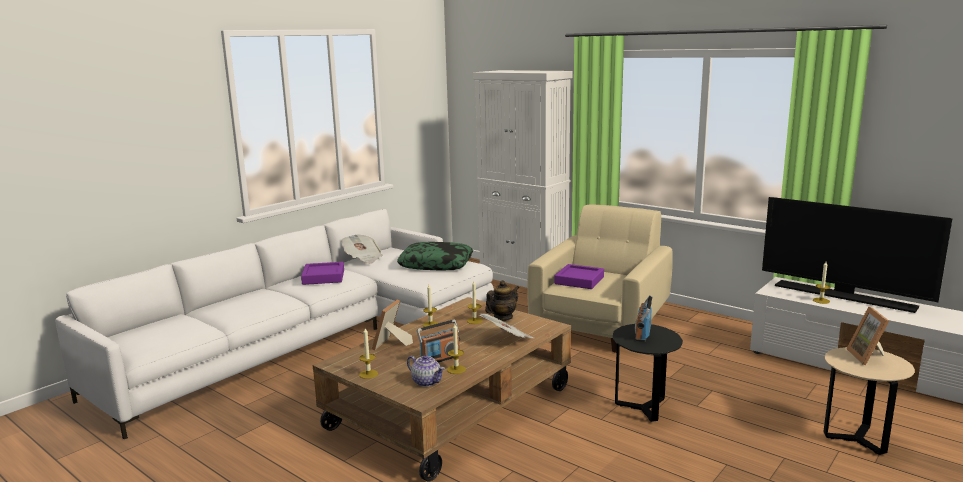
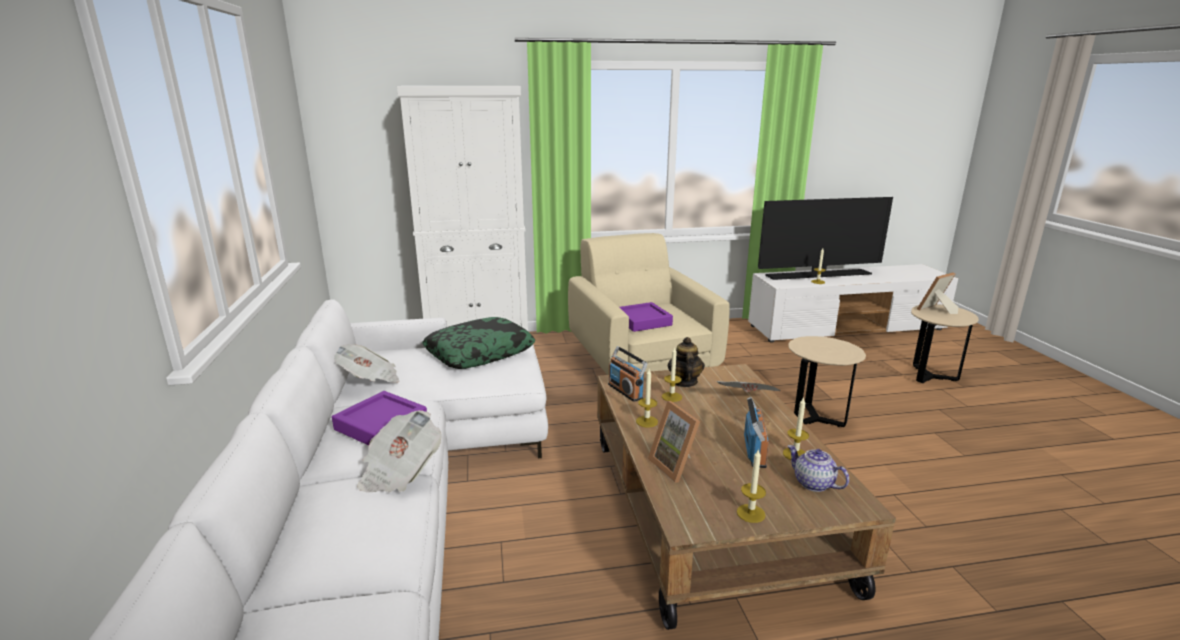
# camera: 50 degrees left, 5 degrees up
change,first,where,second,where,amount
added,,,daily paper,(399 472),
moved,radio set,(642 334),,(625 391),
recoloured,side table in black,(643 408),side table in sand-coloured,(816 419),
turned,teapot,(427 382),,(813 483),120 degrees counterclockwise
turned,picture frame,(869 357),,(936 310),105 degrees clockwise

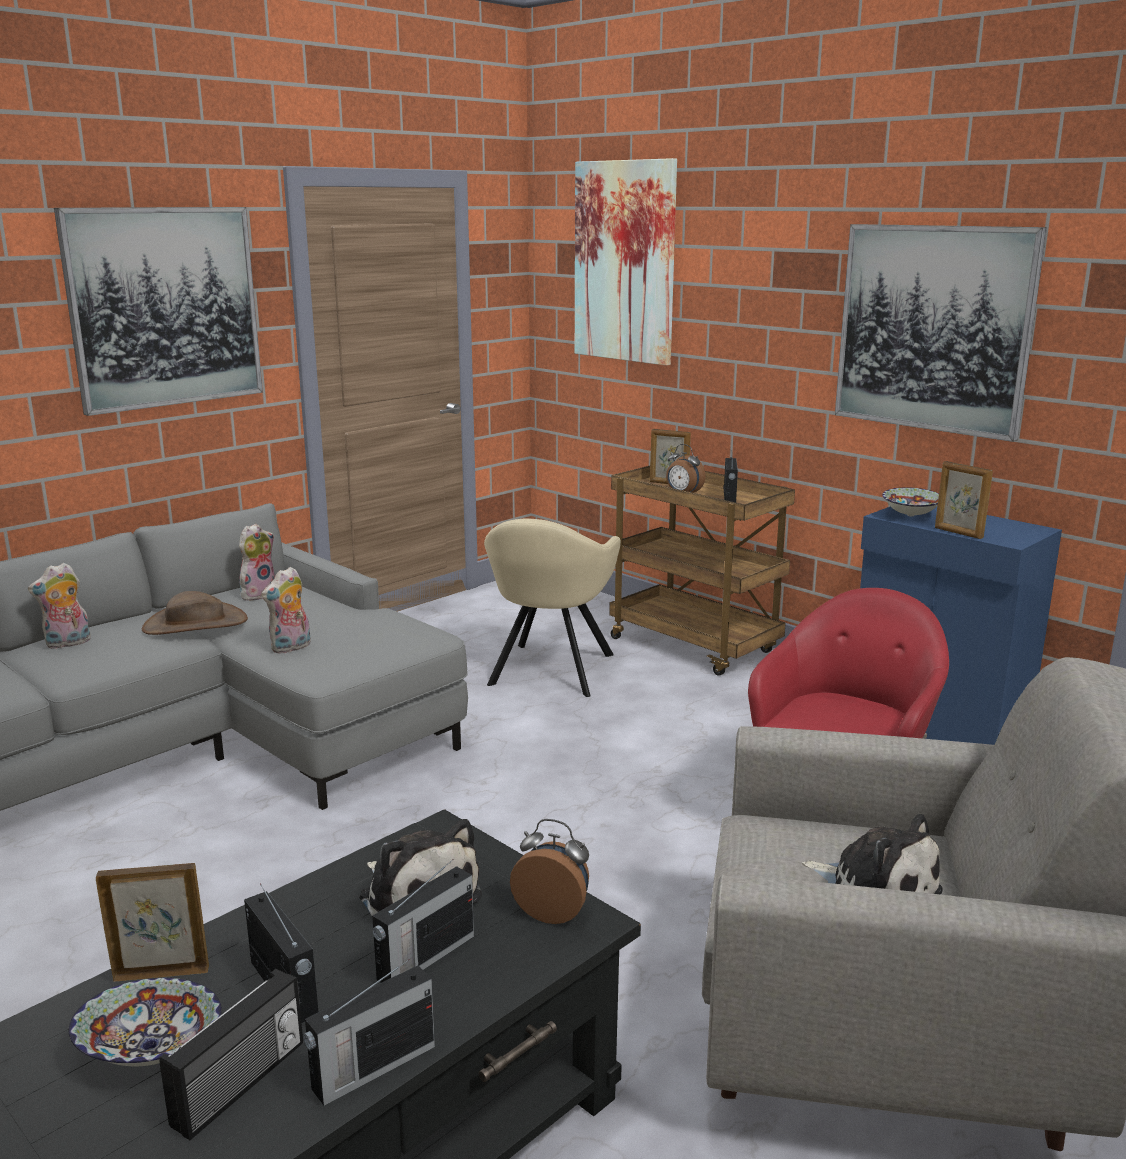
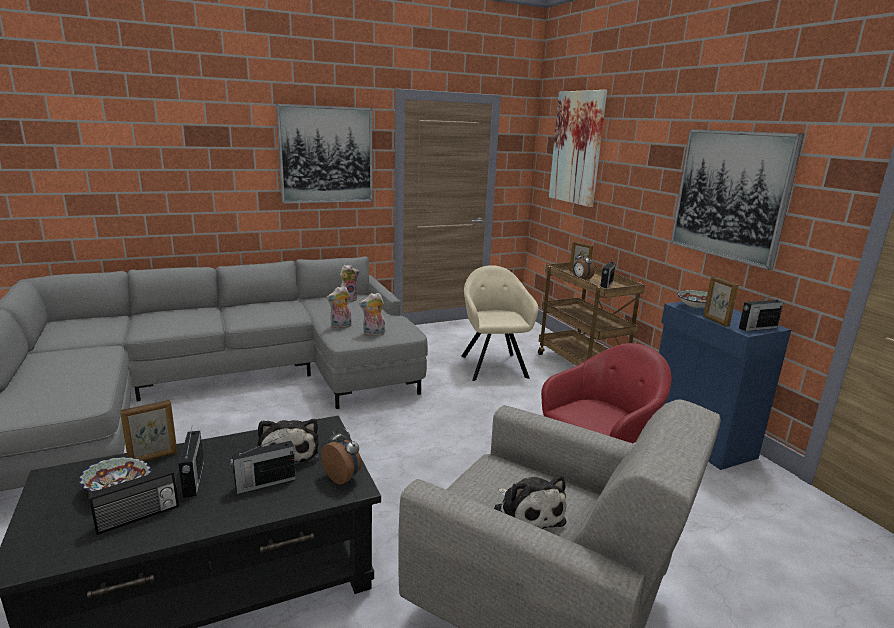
# camera: 20 degrees right, 0 degrees up
change,first,where,second,where,amount
removed,clothing hat in brown-coloured,(195 624),,,
moved,soft toy,(67 644),,(373 334),
moved,radio set,(372 1068),,(757 328),
turned,picture frame,(161 972),,(153 458),135 degrees clockwise
turned,easy chair in sand-coloured,(550 671),,(493 365),135 degrees clockwise

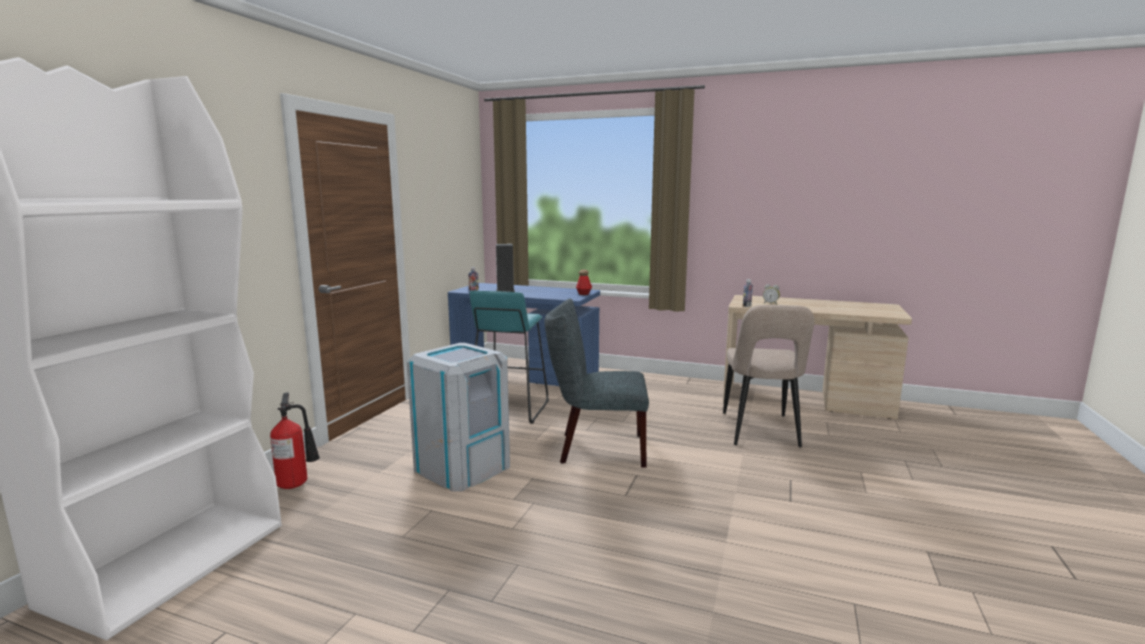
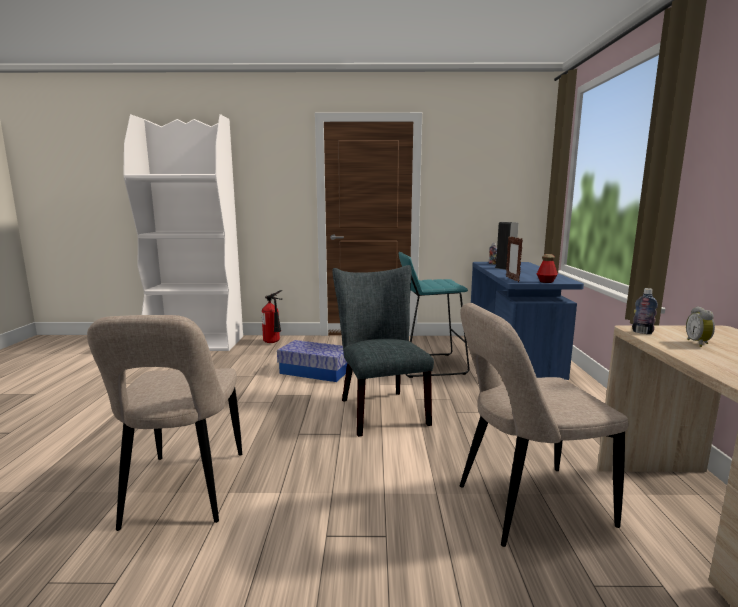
# camera: 70 degrees right, 0 degrees up
change,first,where,second,where,amount
added,,,upright chair in sand-coloured,(183 492),
added,,,picture frame,(512 279),
replaced,rubbish bin in grey,(462 467),storage container,(315 371),

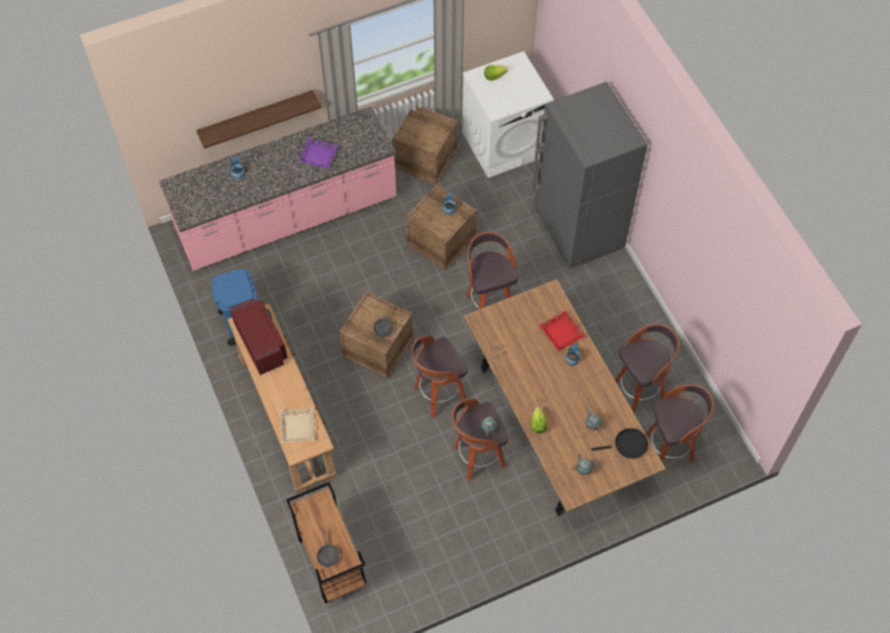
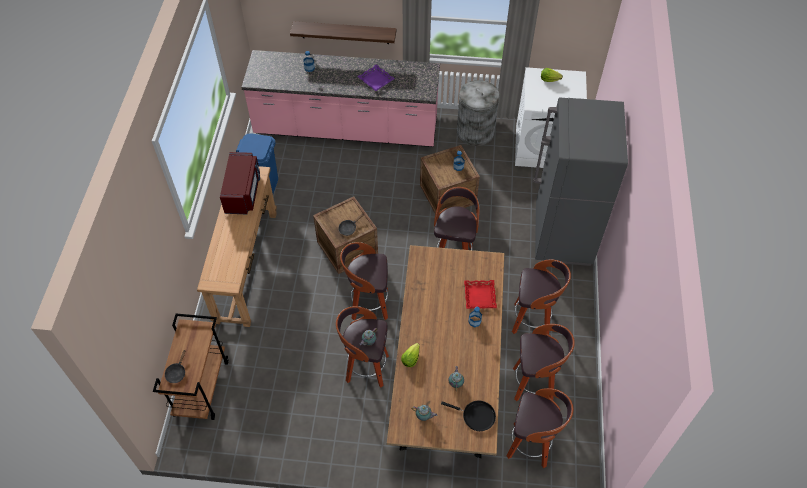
# camera: 30 degrees right, 5 degrees down
change,first,where,second,where,amount
removed,serving tray in sand-coloured,(297 426),,,
added,,,stool,(532 321),
replaced,crate,(425 158),rubbish bin in grey,(475 132),

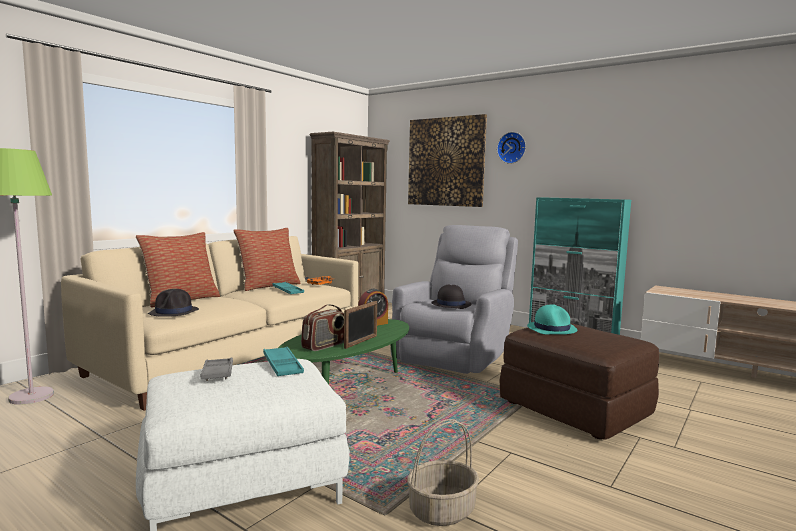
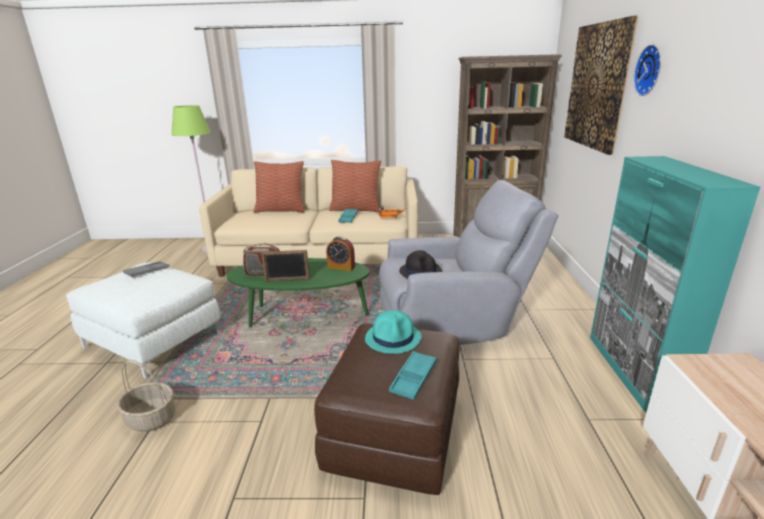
# camera: 55 degrees right, 15 degrees up
change,first,where,second,where,amount
removed,clothing hat in black,(174 312),,,
moved,serving tray in turquoise,(282 366),,(413 378),

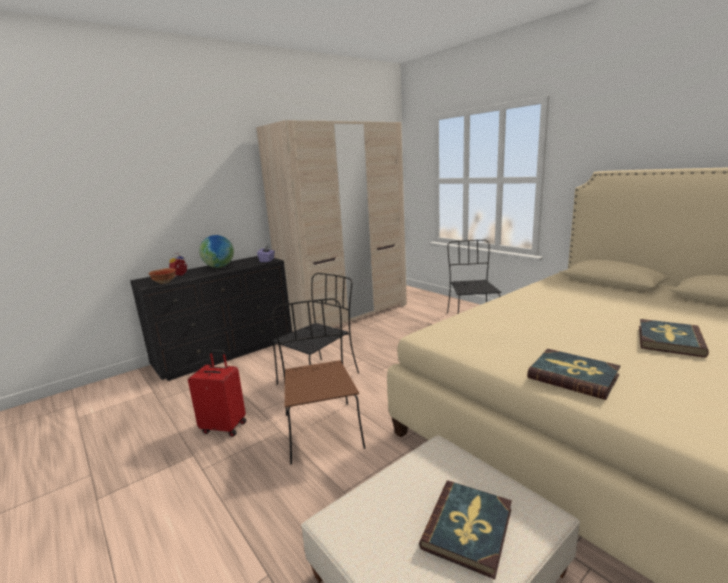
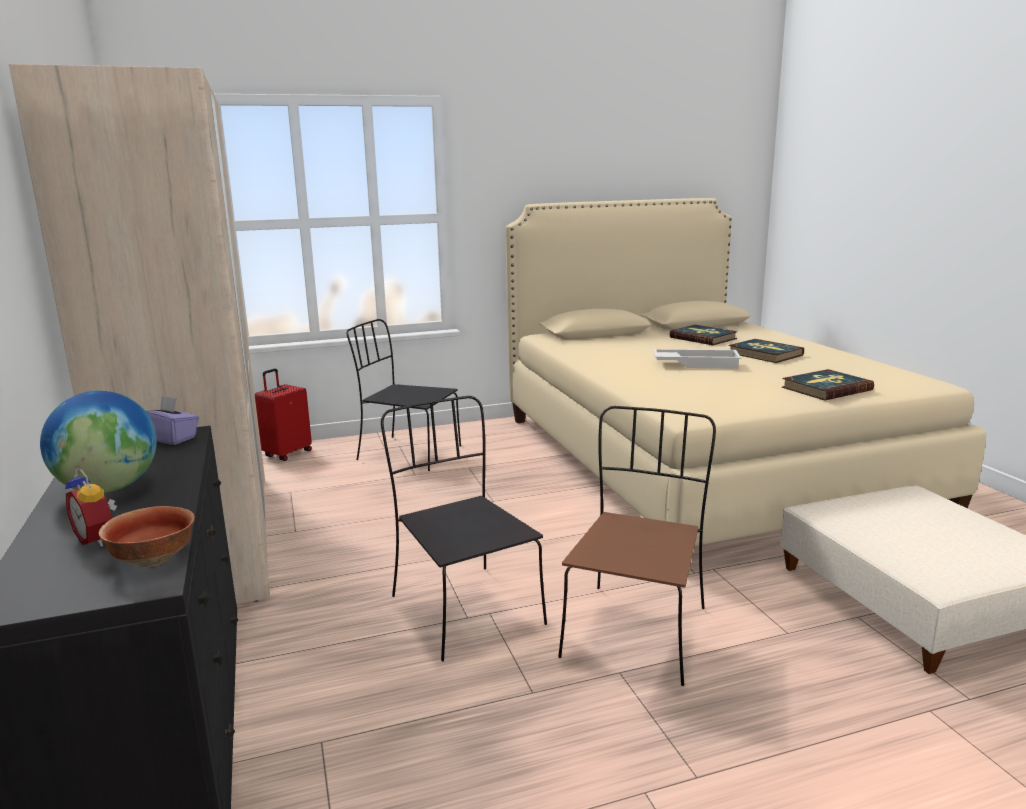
# camera: 70 degrees left, 0 degrees up
change,first,where,second,where,amount
added,,,serving tray in whitish,(696 363),
moved,suitcase in red-coloured,(224 427),,(287 454),
moved,volume,(468 528),,(703 338),
turned,upright chair in brown-coloured,(322 429),,(636 630),105 degrees clockwise

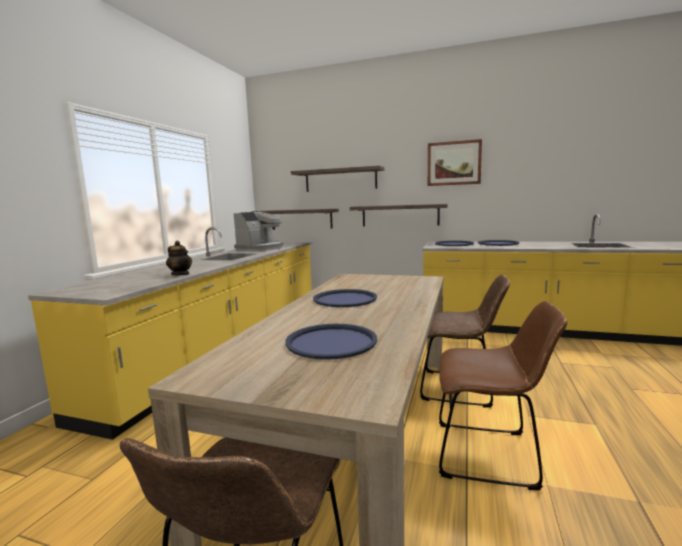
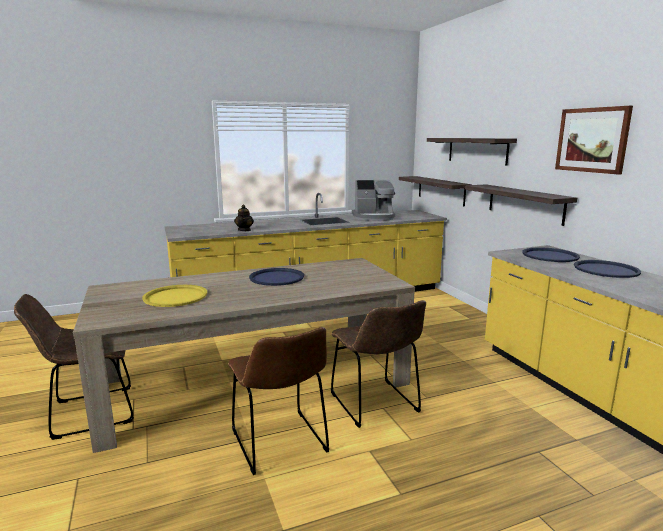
# camera: 50 degrees right, 5 degrees up
change,first,where,second,where,amount
recoloured,serving tray in blue,(331 342),serving tray in yellow,(175 297),

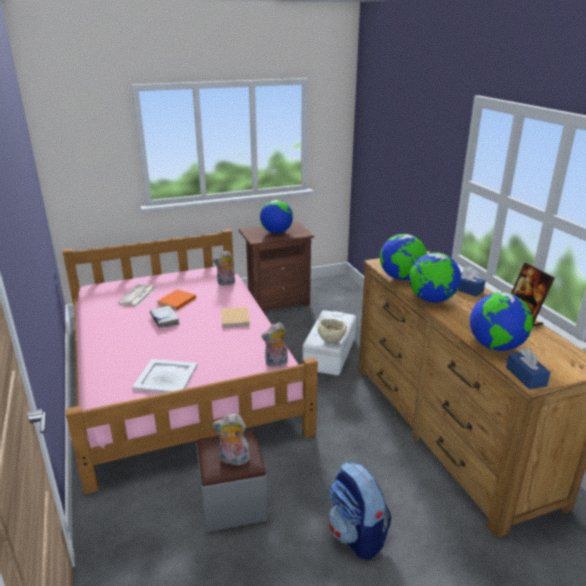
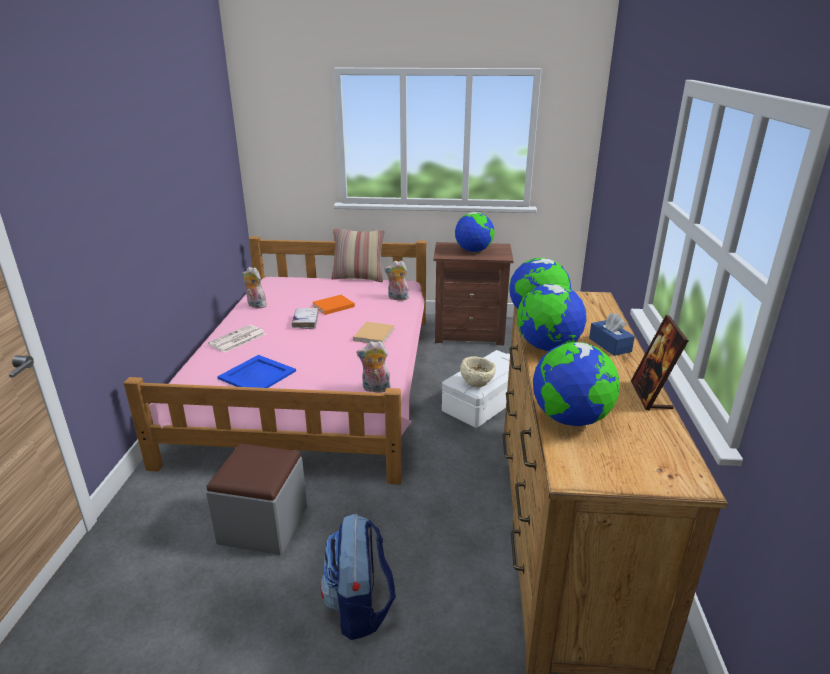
# camera: 25 degrees right, 0 degrees up
change,first,where,second,where,amount
removed,tissue box in blue,(525 376),,,
added,,,pillow,(358 278),
moved,daily paper,(137 296),,(237 339),
moved,soft toy,(233 460),,(255 305),
recoloured,serving tray in whitish,(165 376),serving tray in blue,(257 374),

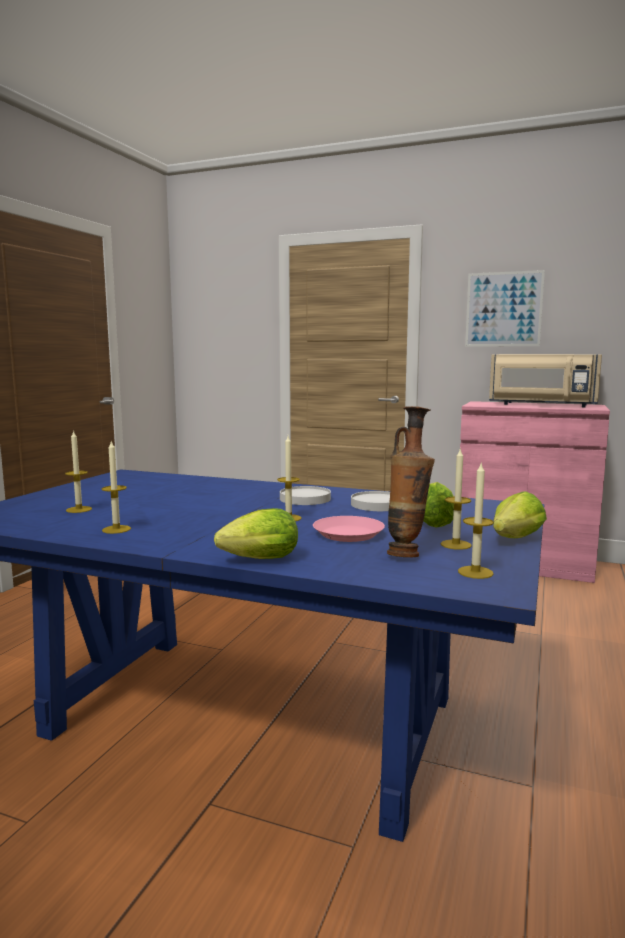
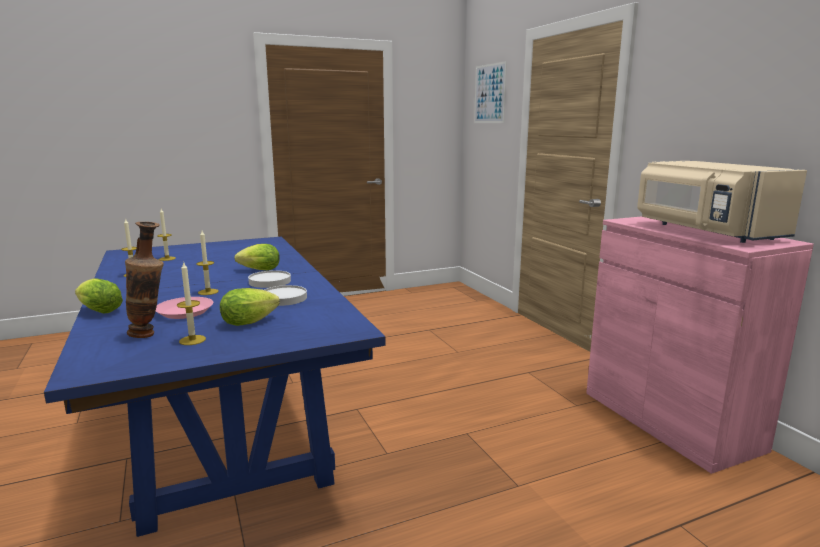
# camera: 45 degrees right, 5 degrees up
change,first,where,second,where,amount
removed,candle,(475 572),,,
moved,wall art,(503 309),,(490 93),
moved,head of lettuce,(514 540),,(257 270),

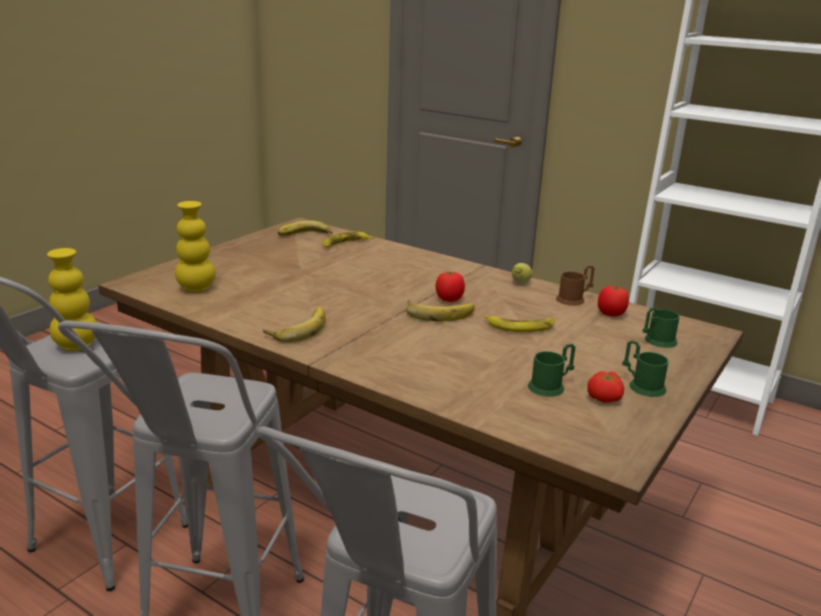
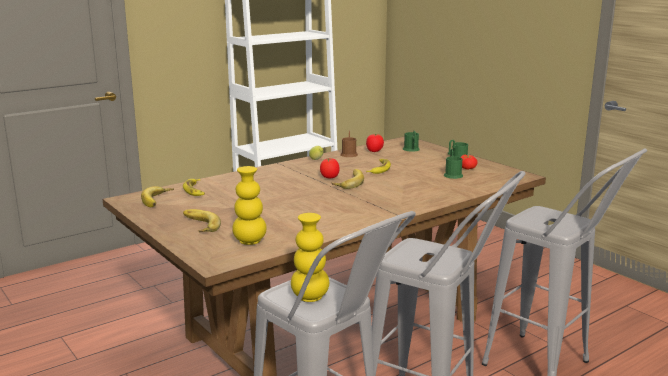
# camera: 70 degrees left, 5 degrees down
change,first,where,second,where,amount
moved,banana fruit,(297 328),,(198 225),

